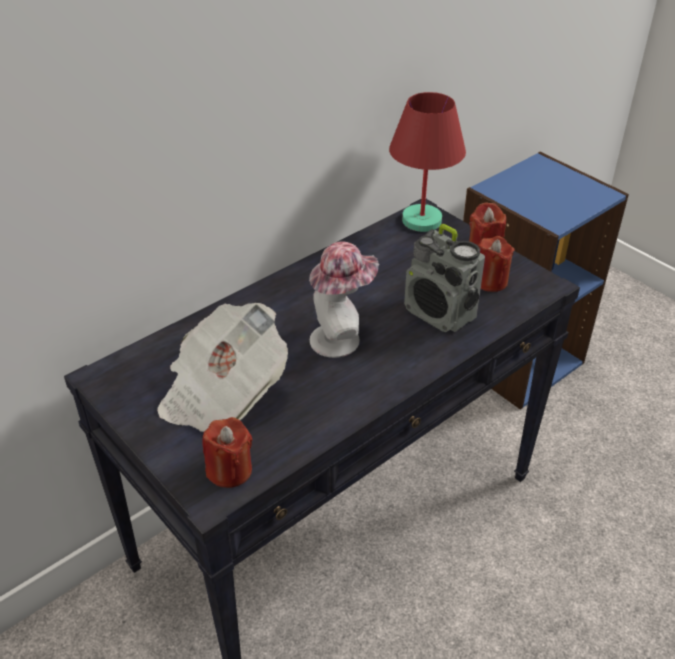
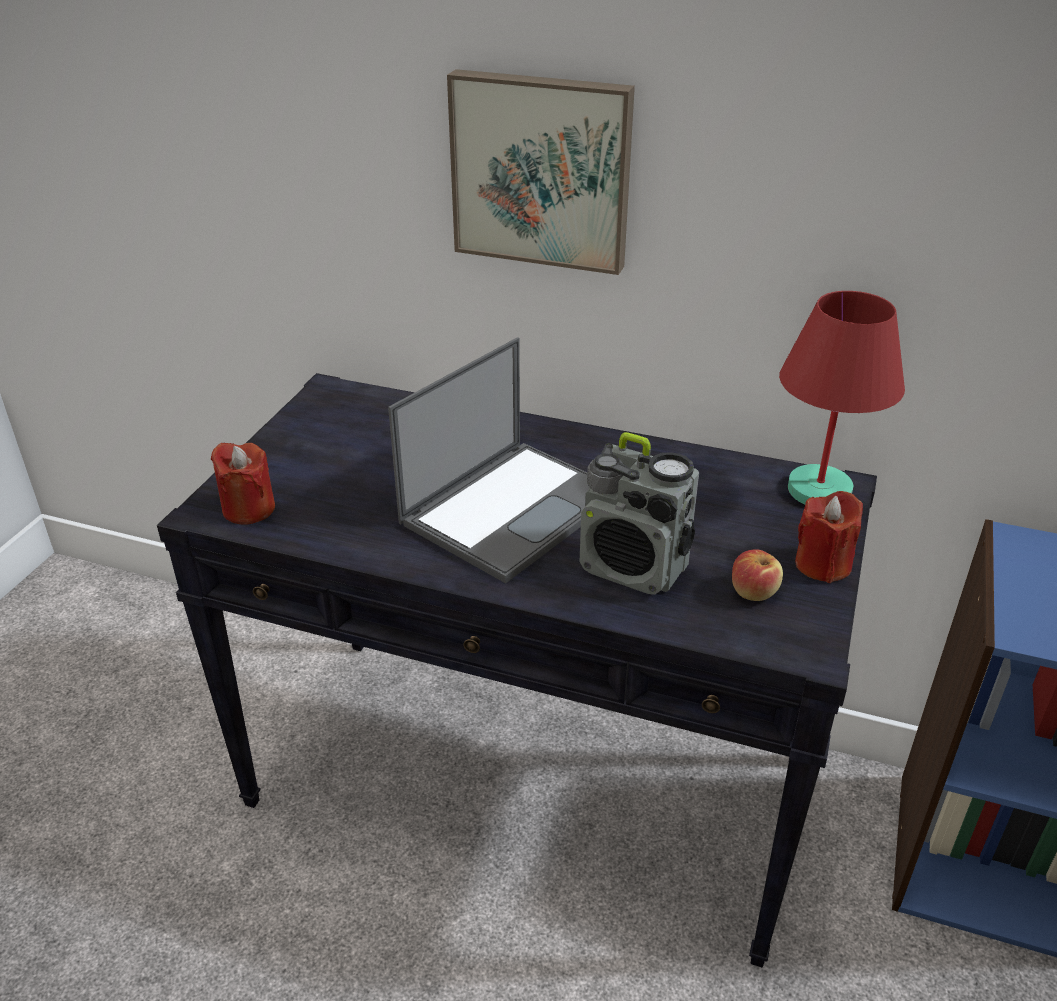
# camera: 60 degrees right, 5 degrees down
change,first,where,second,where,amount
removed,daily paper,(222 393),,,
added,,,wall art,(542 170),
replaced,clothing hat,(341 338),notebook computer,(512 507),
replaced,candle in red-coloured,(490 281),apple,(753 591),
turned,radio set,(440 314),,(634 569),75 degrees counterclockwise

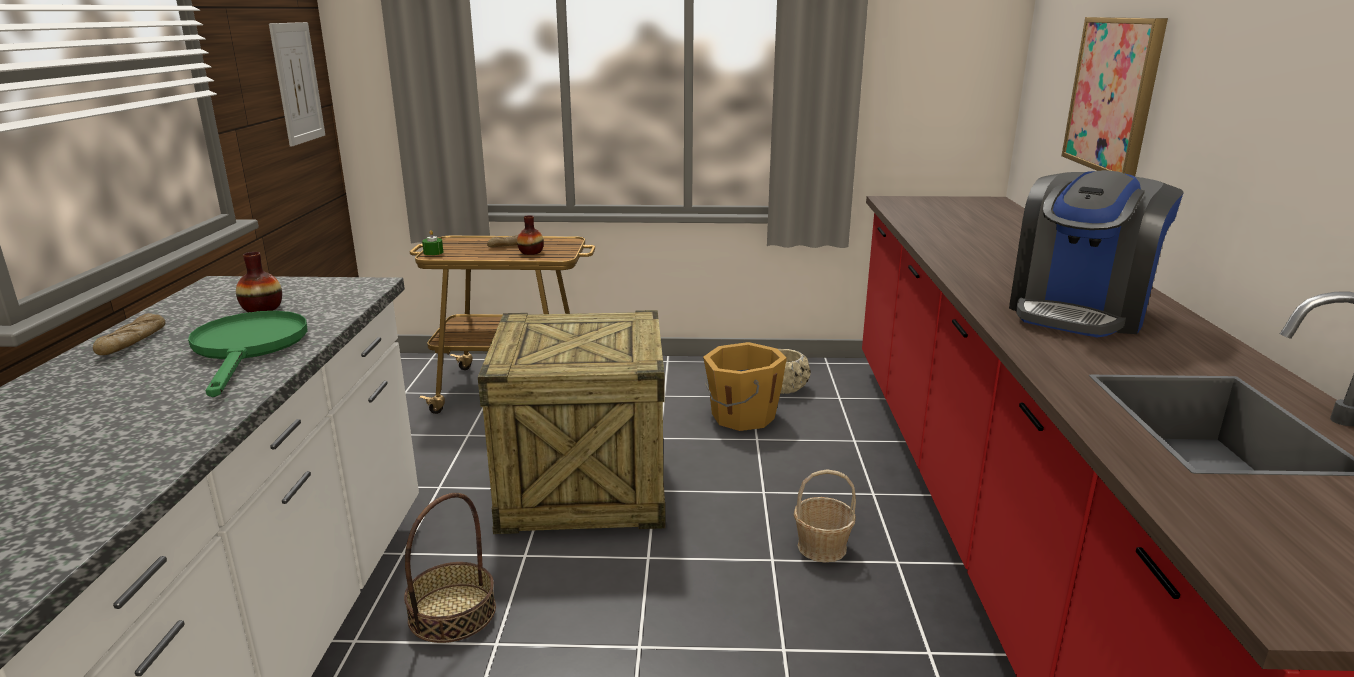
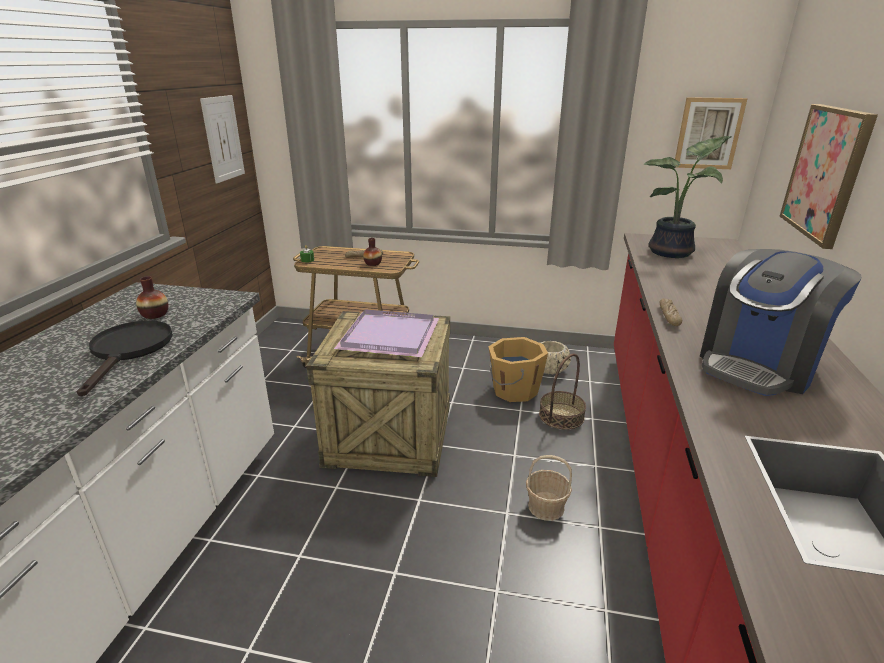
# camera: 10 degrees right, 5 degrees up
change,first,where,second,where,amount
added,,,serving tray in purplish,(388 335),
added,,,houseplant,(673 252),
added,,,wall art,(708 133),
moved,bakery bread,(133 342),,(669 316),
moved,storage basket,(452 613),,(561 416),
recoloured,pan in green,(248 348),pan in black,(129 351),

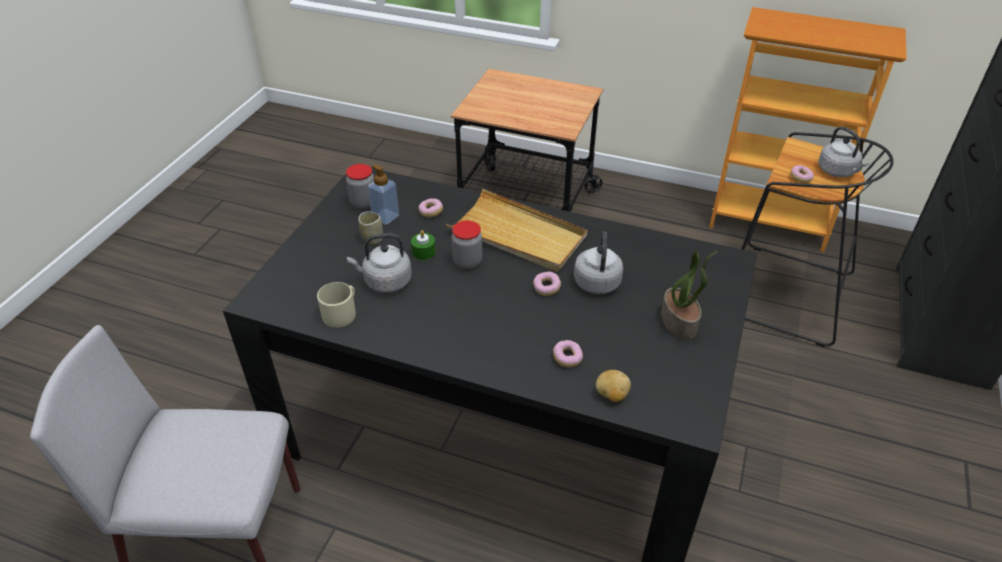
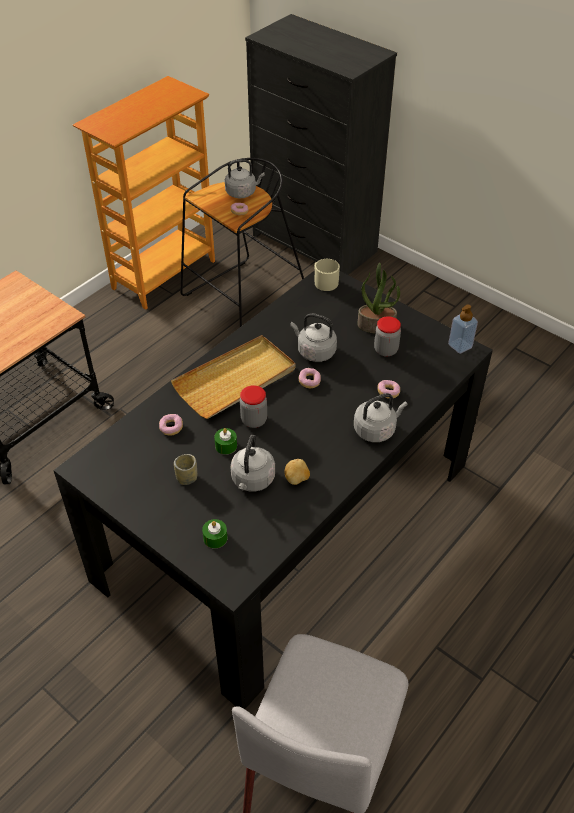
# camera: 70 degrees left, 5 degrees up
change,first,where,second,where,amount
added,,,candle in green,(215 538),
added,,,kettle in grey,(376 429),
moved,tea mug in sand-coloured,(342 312),,(324 281),
moved,storage jar,(363 203),,(385 350),
moved,soap bottle,(385 217),,(460 346),
moved,spud,(611 395),,(297 479),

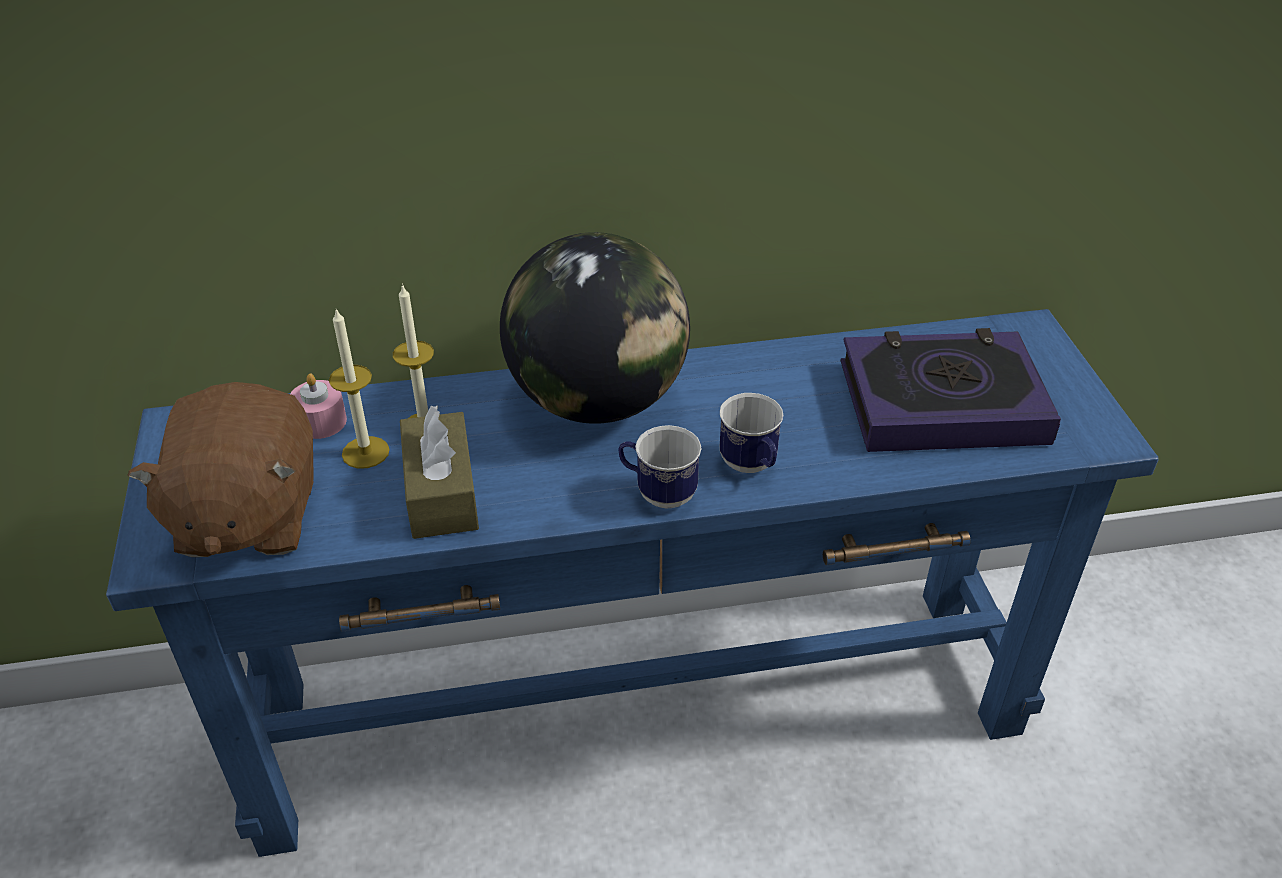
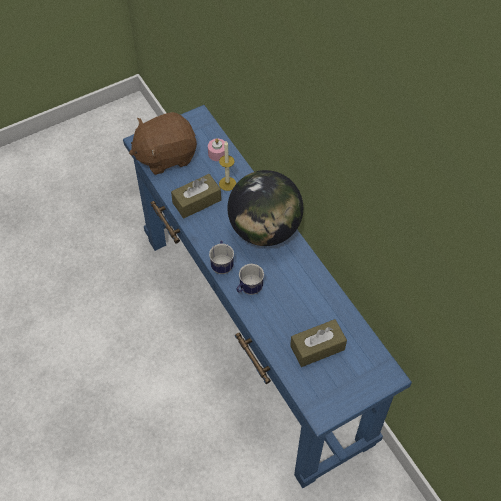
# camera: 70 degrees right, 15 degrees up
change,first,where,second,where,amount
removed,candle,(365 452),,,
replaced,volume,(941 402),tissue box in brown-coloured,(317 348),

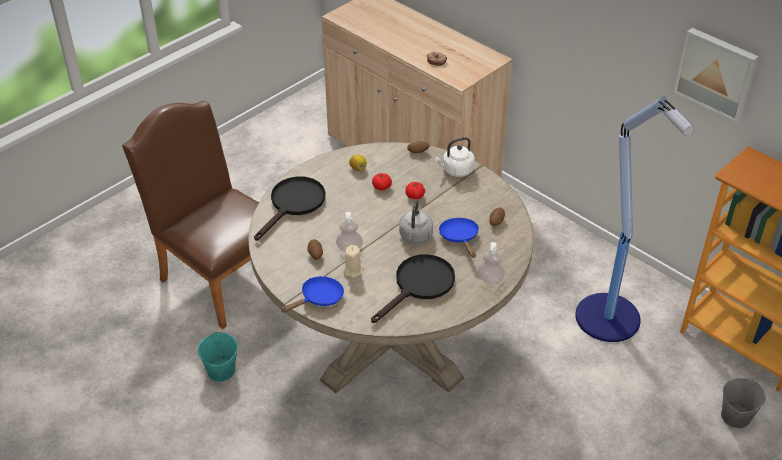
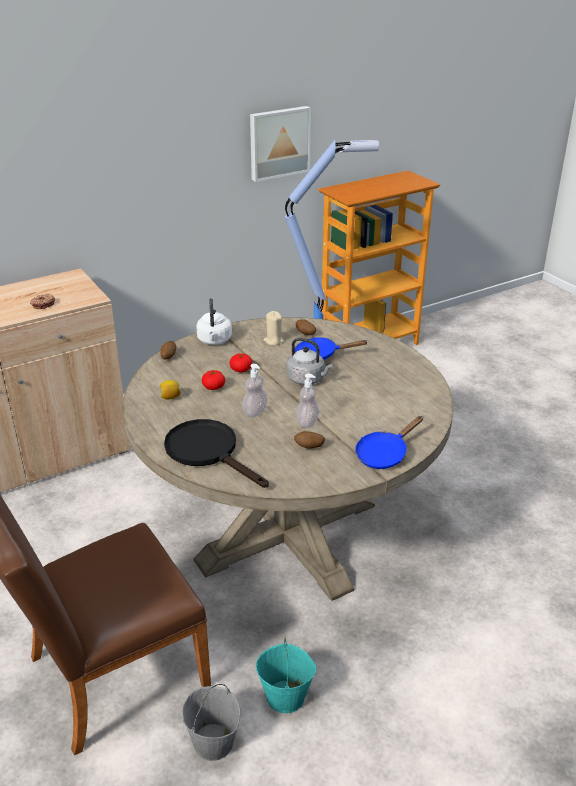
# camera: 75 degrees left, 10 degrees down
change,first,where,second,where,amount
removed,pan in black,(419 285),,,
moved,candle in sand-coloured,(353 271),,(273 341),
moved,soap bottle,(490 279),,(255 412),
moved,water bucket in grey,(735 417),,(214 743),
turned,pan in blue,(319 298),,(384 454),105 degrees counterclockwise

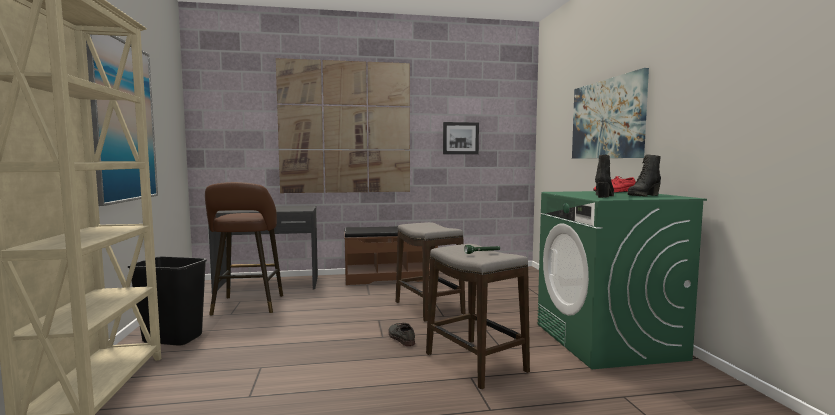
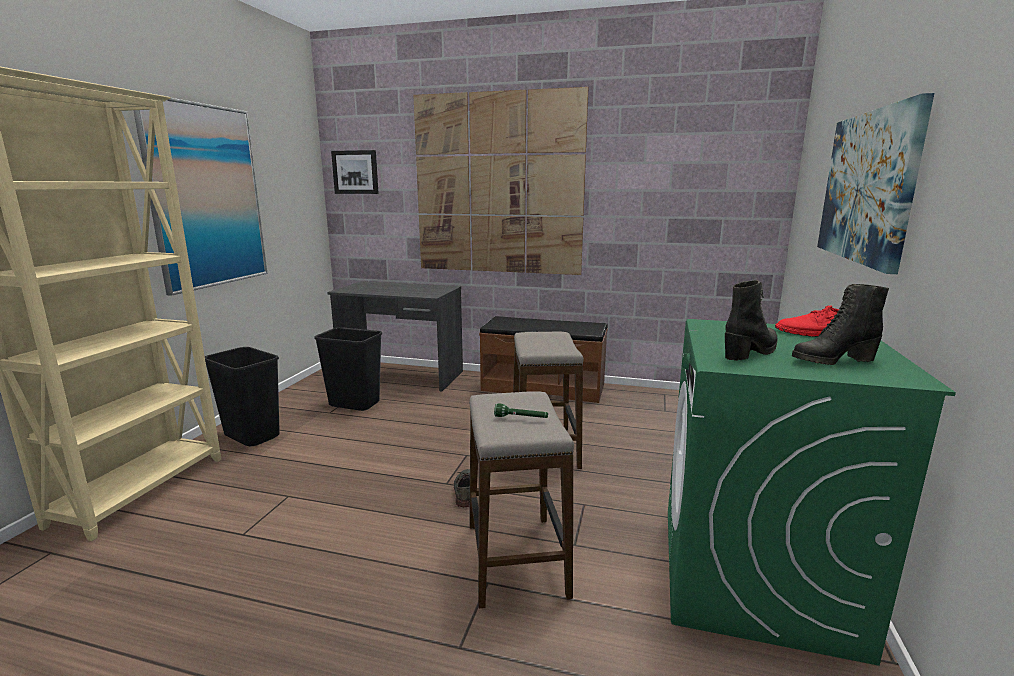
# camera: 25 degrees right, 10 degrees up
change,first,where,second,where,amount
moved,wall art,(460 138),,(355 172),
replaced,stool in brown-coloured,(247 306),rubbish bin in black,(353 404),

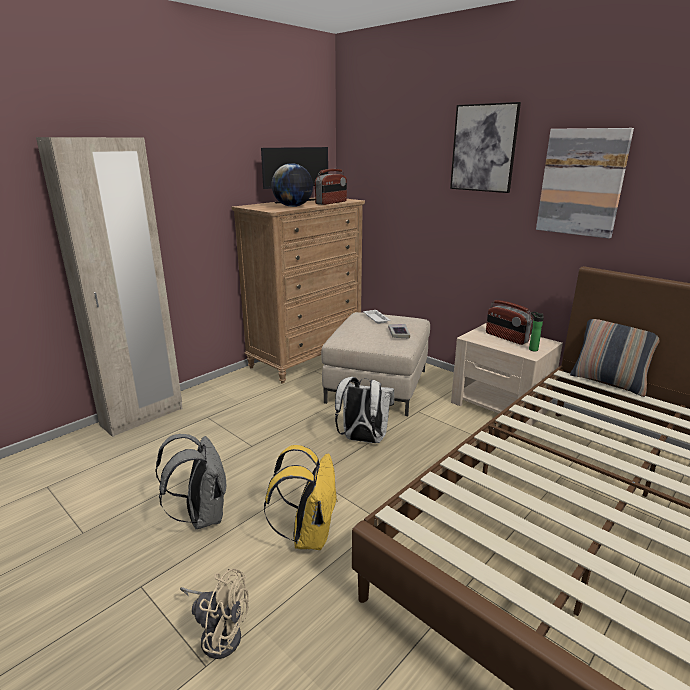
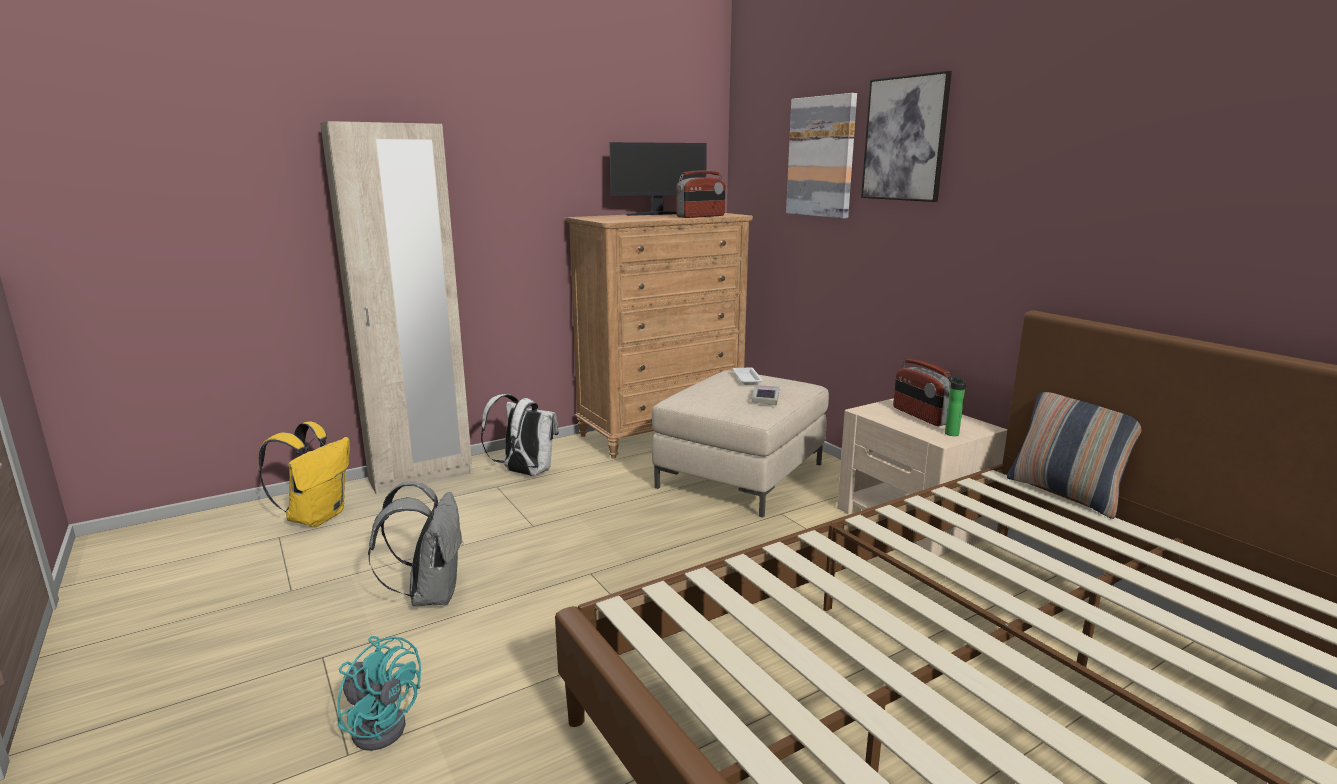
# camera: 15 degrees right, 5 degrees down
change,first,where,second,where,amount
removed,desk globe,(293 206),,,
moved,knapsack in yellow,(309 535),,(317 517),
moved,knapsack in whitish,(362 439),,(524 473),
moved,wall art,(581 182),,(821 157),
recoloured,cooling fan in sand-coloured,(219 633),cooling fan in turquoise,(381 723),

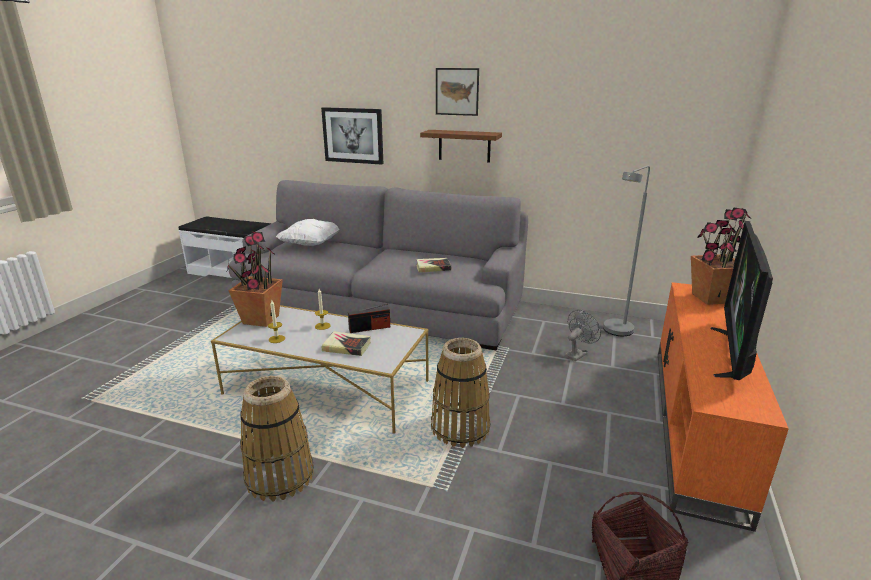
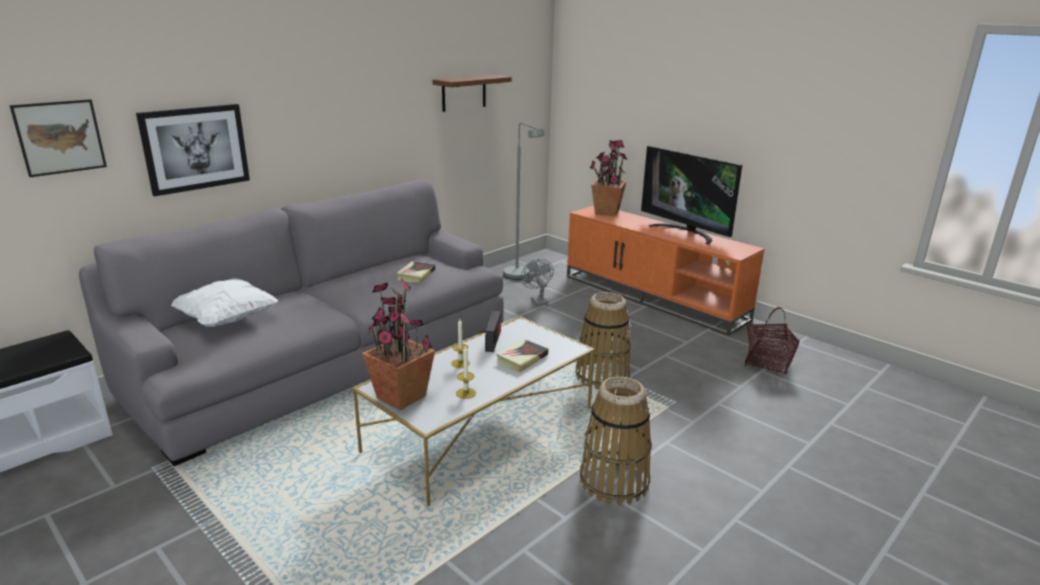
# camera: 65 degrees left, 0 degrees up
change,first,where,second,where,amount
moved,wall shelf in brown-coloured,(464 146),,(464 93),
moved,wall art,(457 91),,(60 137),

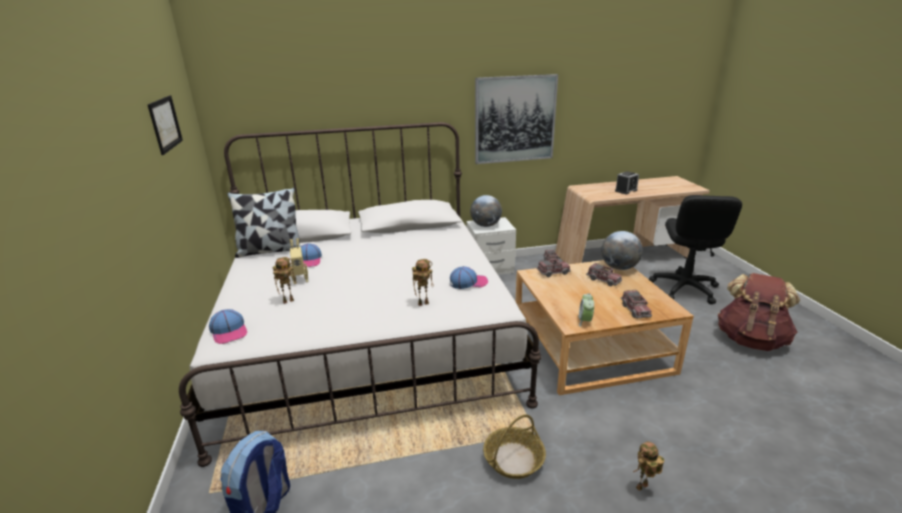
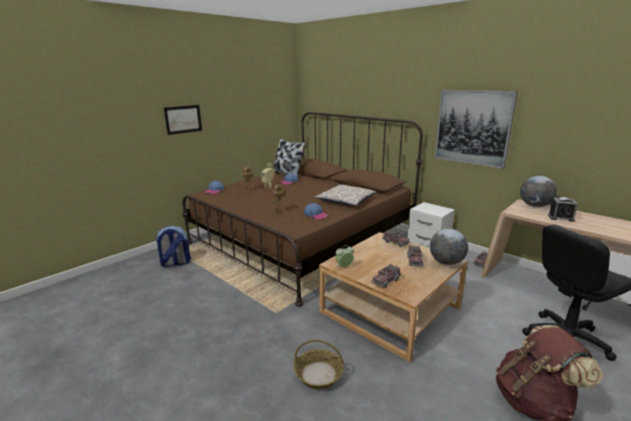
# camera: 55 degrees right, 5 degrees down
change,first,where,second,where,amount
removed,model robot,(642 488),,,
added,,,pillow,(346 200),
moved,wall art,(165 124),,(183 119),
moved,desk globe,(485 225),,(535 206),
moved,storage basket,(513 459),,(318 374),
recoloured,bedroom bed in whitish,(367 336),bedroom bed in brown-coloured,(302 239),

